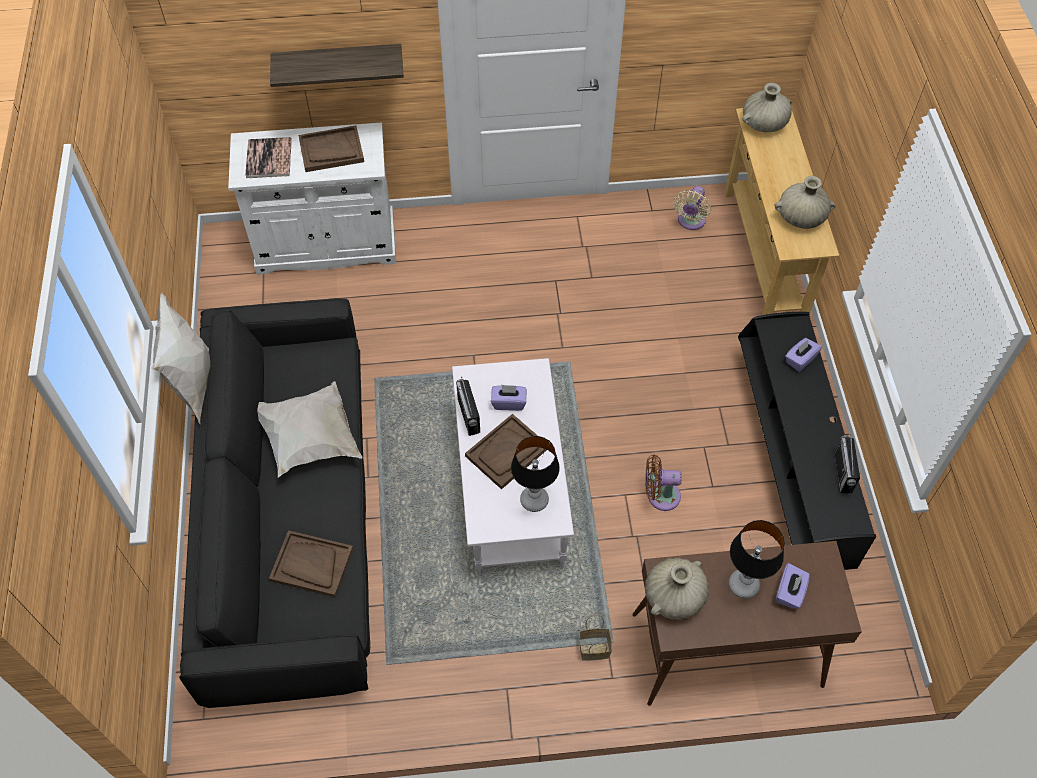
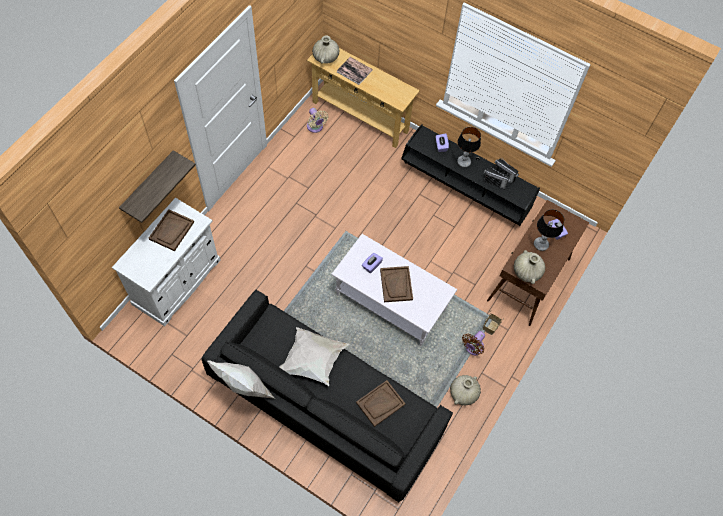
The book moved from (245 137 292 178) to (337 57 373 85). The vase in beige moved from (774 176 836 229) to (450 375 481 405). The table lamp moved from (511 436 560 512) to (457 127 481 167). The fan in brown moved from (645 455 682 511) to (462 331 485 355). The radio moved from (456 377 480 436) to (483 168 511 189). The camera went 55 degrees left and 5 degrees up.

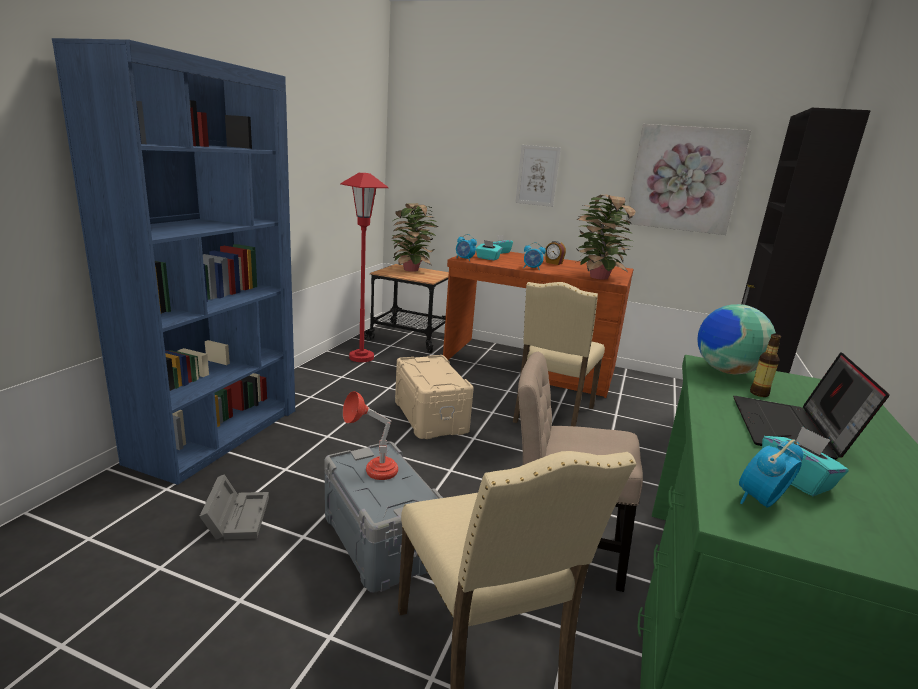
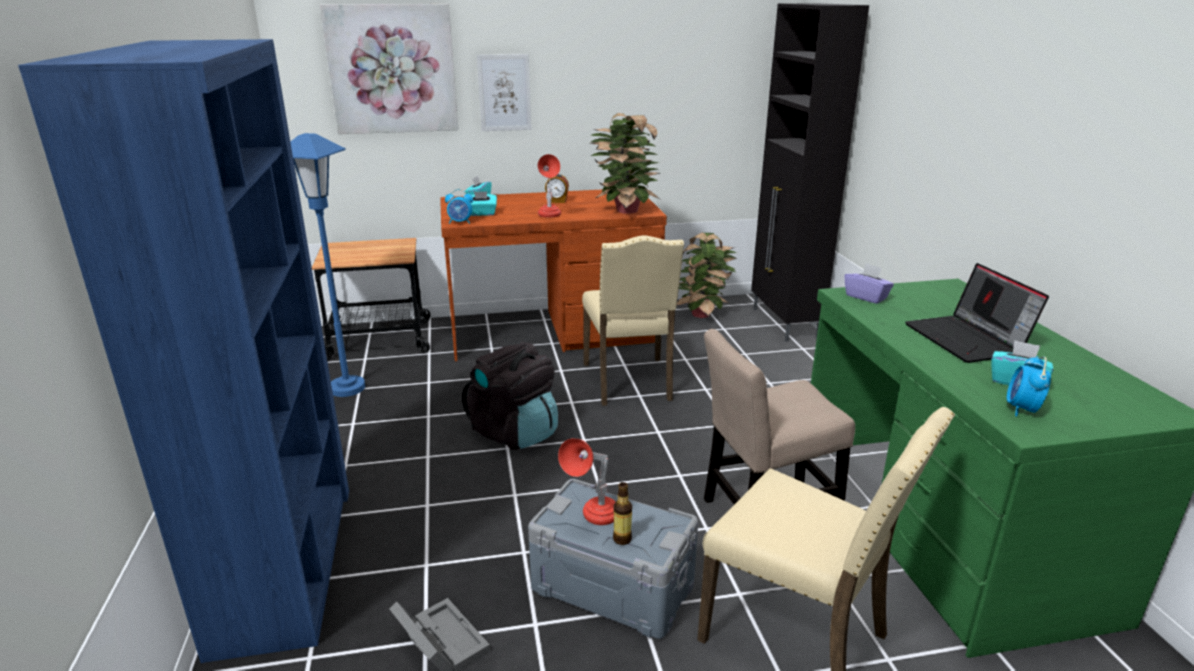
The floor lamp in red at (340 173 389 362) became the floor lamp in blue at (291 133 365 397). The picture moved from (626 124 751 235) to (320 4 458 134). The storage box in beige at (395 355 474 439) was replaced by the backpack in black at (462 342 558 450). The alarm clock at (523 242 546 270) was replaced by the table lamp in red at (538 154 561 218). The bottle moved from (750 334 781 397) to (613 482 632 545). The potted plant moved from (392 203 439 272) to (677 233 737 318). The globe at (697 304 776 374) was replaced by the tissue box in purple at (844 264 894 304). The camera went 30 degrees left and 5 degrees up.

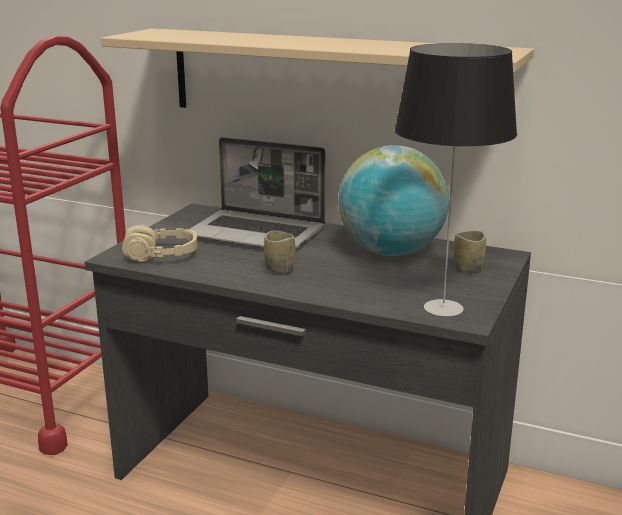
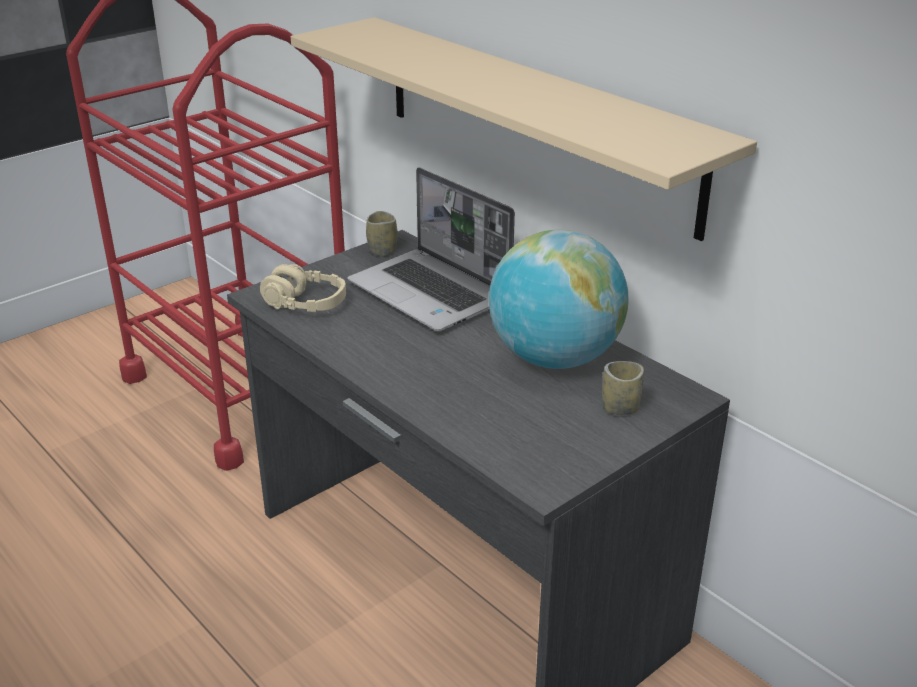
The cup moved from (264 231 296 275) to (366 211 398 257). The table lamp at (395 43 517 316) disappeared. The camera went 25 degrees right and 10 degrees up.

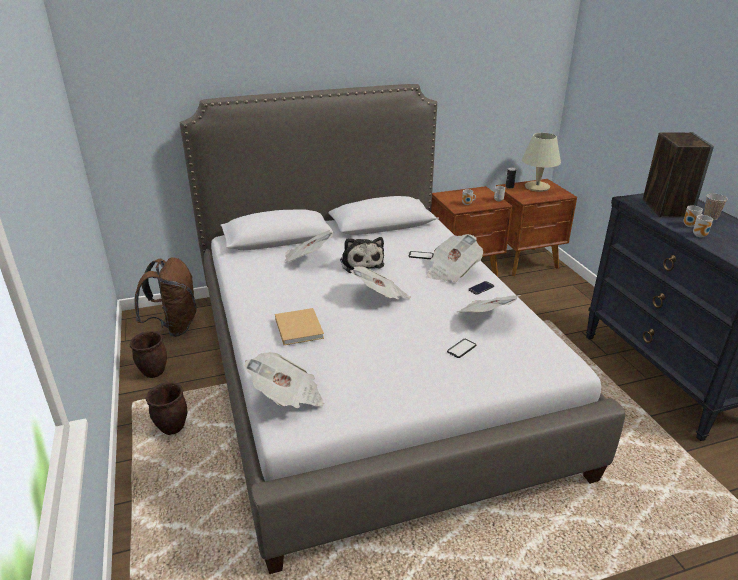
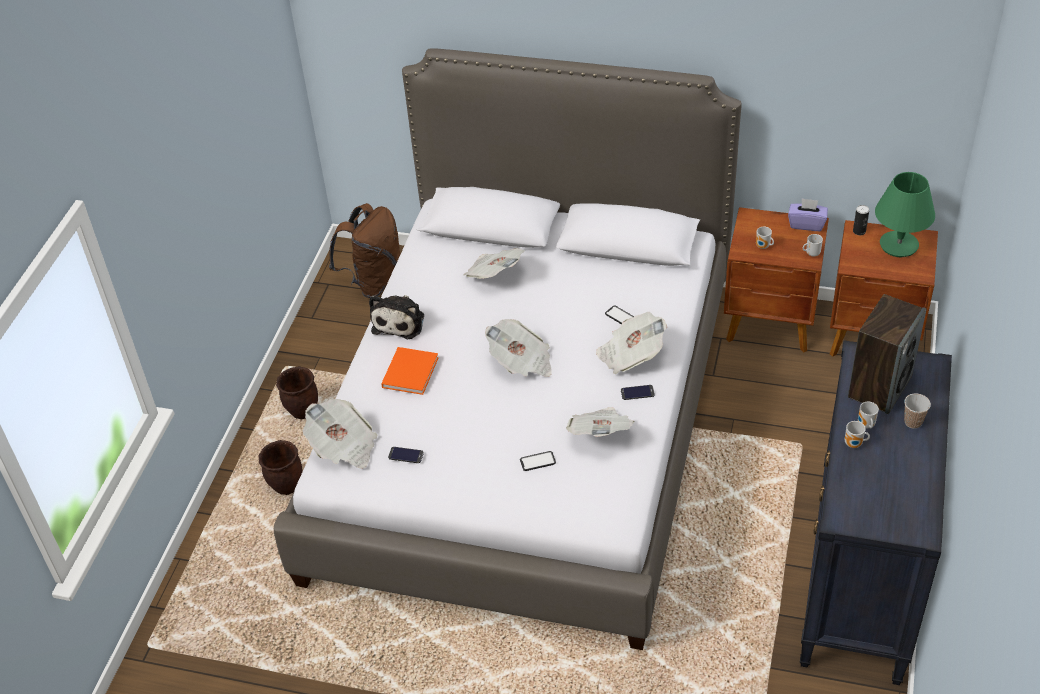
The planter in brown moved from (130 331 167 378) to (259 440 303 495). The plush toy moved from (340 237 384 273) to (369 295 424 339). The book in beige at (275 308 324 345) became the book in orange at (381 347 439 395). The phone at (388 447 424 463) appeared. The tissue box in purple at (788 198 828 231) appeared. The table lamp in beige at (522 133 561 192) became the table lamp in green at (875 172 935 257). The camera went 35 degrees right and 15 degrees up.

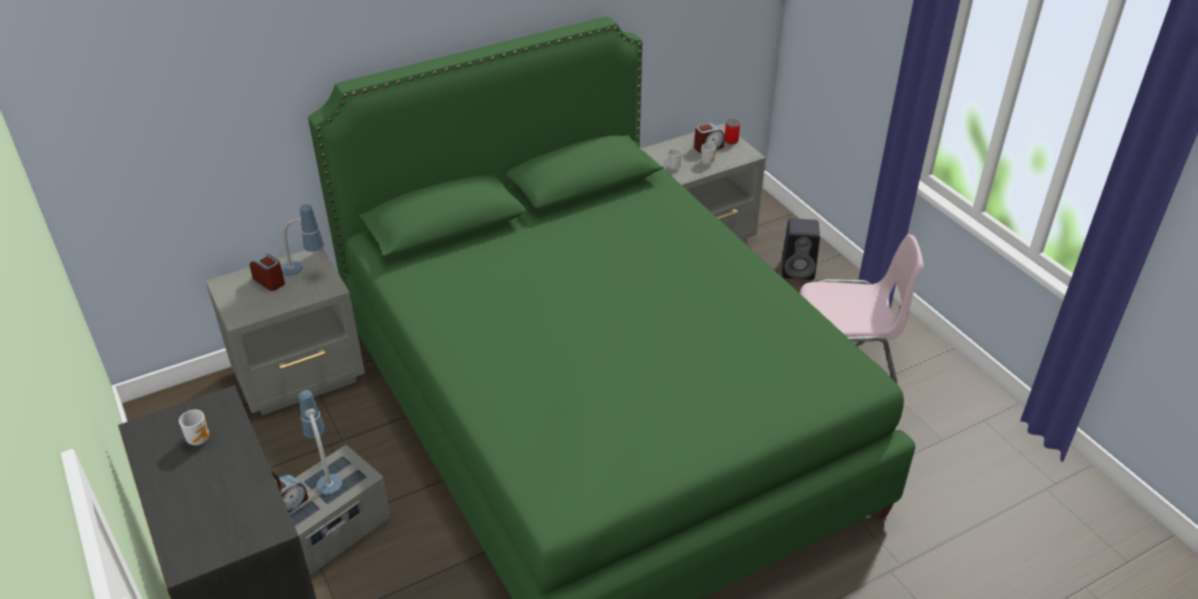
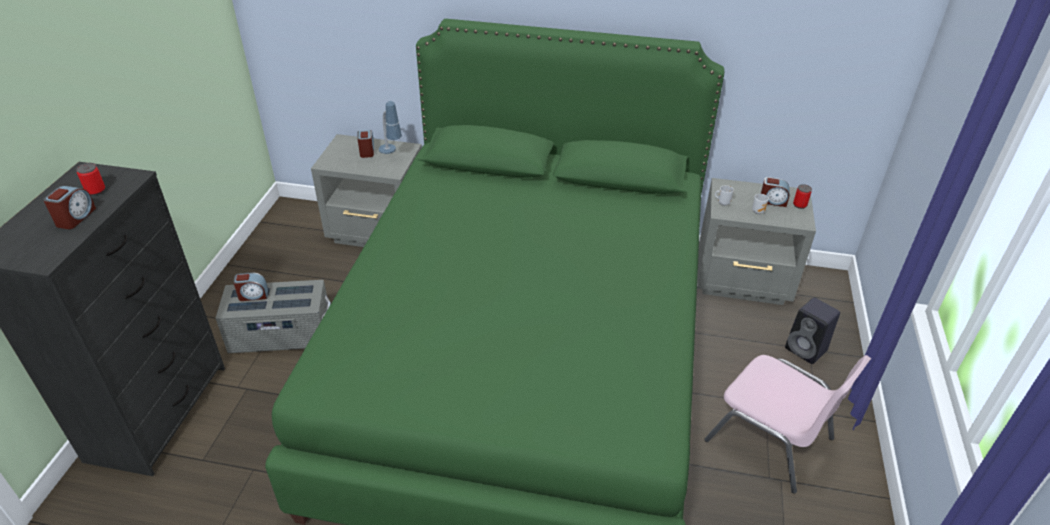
The alarm clock at (43 186 96 229) appeared. The mug at (179 410 209 445) was replaced by the can at (76 163 105 196). The table lamp at (299 390 342 495) disappeared. The camera went 40 degrees right and 0 degrees up.

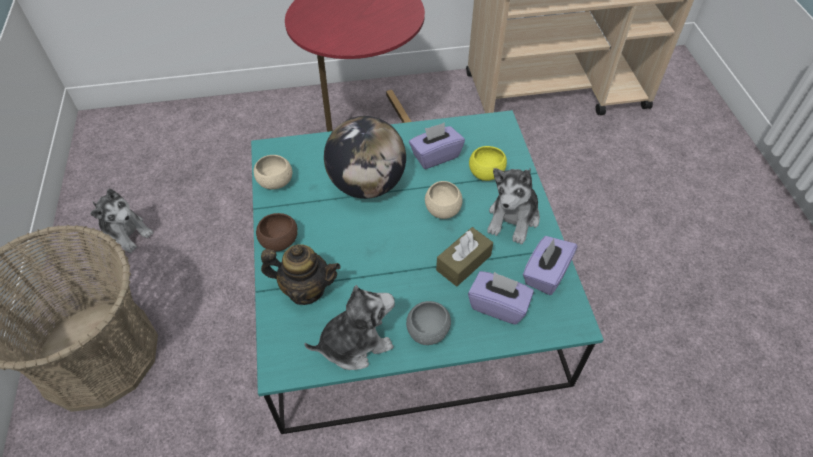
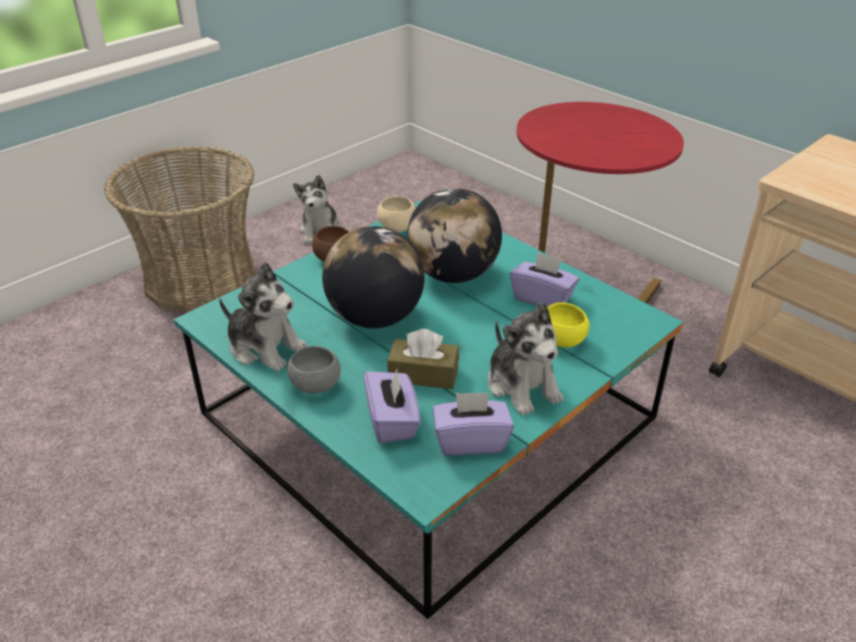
The globe at (322 226 425 328) appeared. The plush toy at (487 168 540 244) turned 105 degrees counterclockwise. The teapot at (261 245 341 305) disappeared. The bowl in beige at (425 181 463 219) disappeared. The camera went 55 degrees right and 15 degrees down.

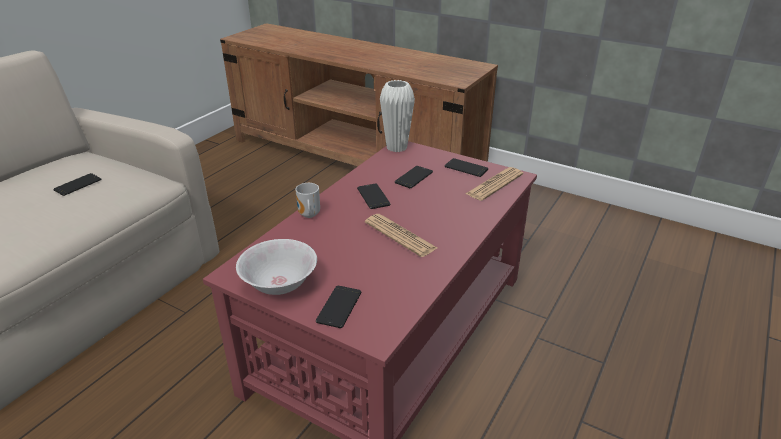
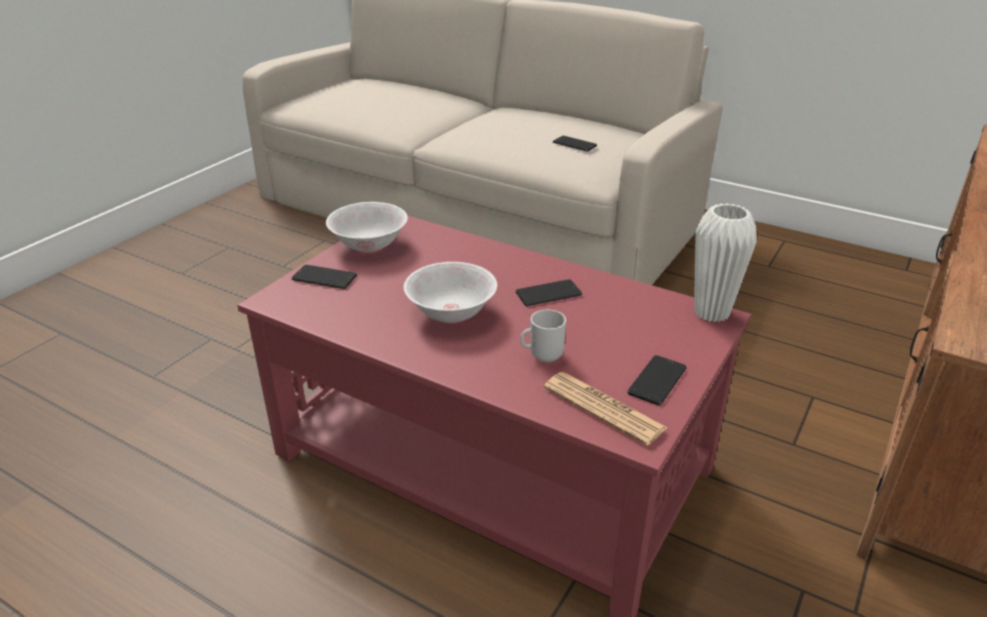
The newspaper at (365 214 437 257) was replaced by the bowl in white at (404 262 497 323). The mug moved from (295 183 320 218) to (520 310 566 363). The phone at (395 166 433 188) disappeared. The camera went 90 degrees right and 0 degrees up.

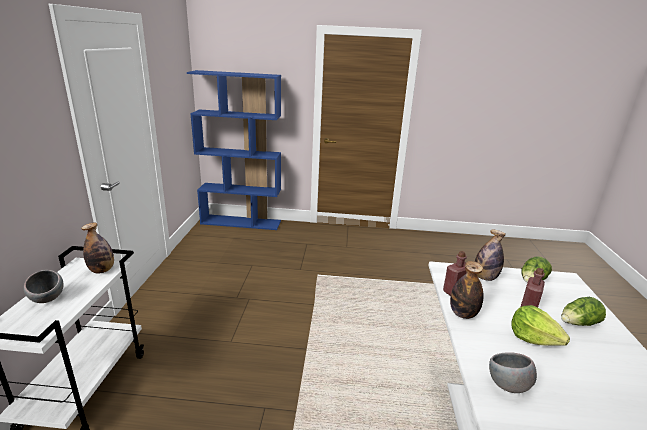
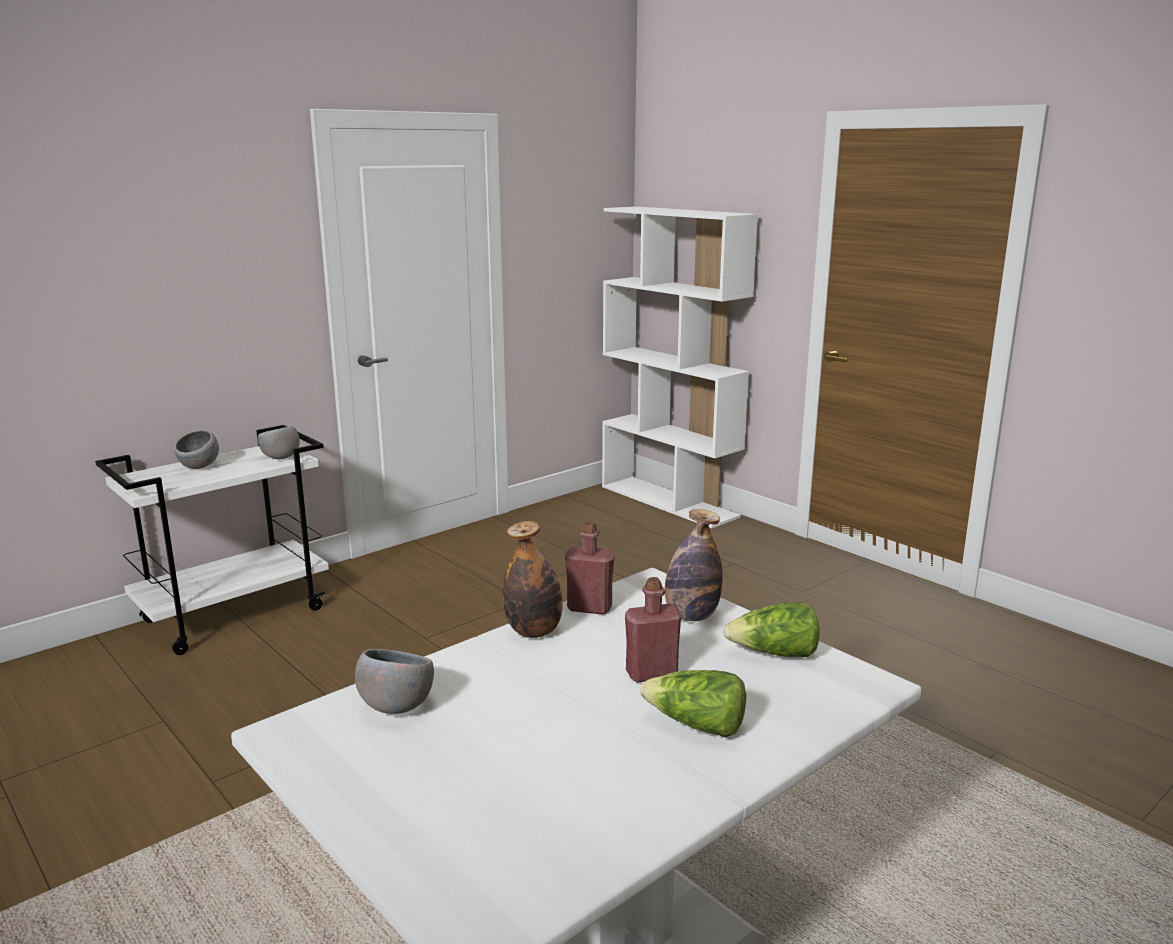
The bottle at (81 223 114 273) was replaced by the bowl in grey at (258 426 300 459). The bookcase in blue at (187 70 281 230) became the bookcase in white at (602 206 758 529). The lettuce at (511 305 570 346) disappeared. The camera went 45 degrees right and 5 degrees down.

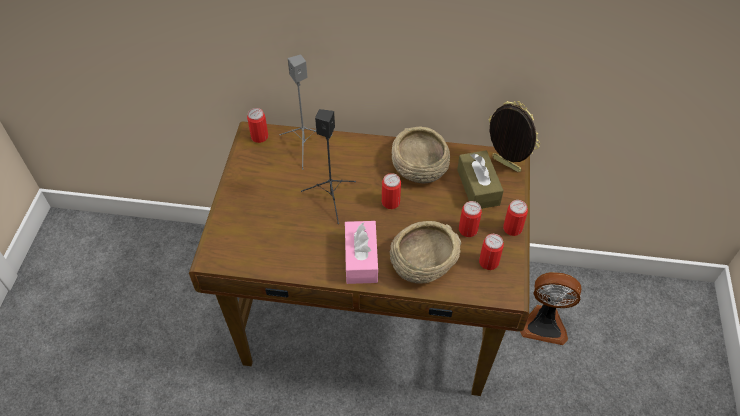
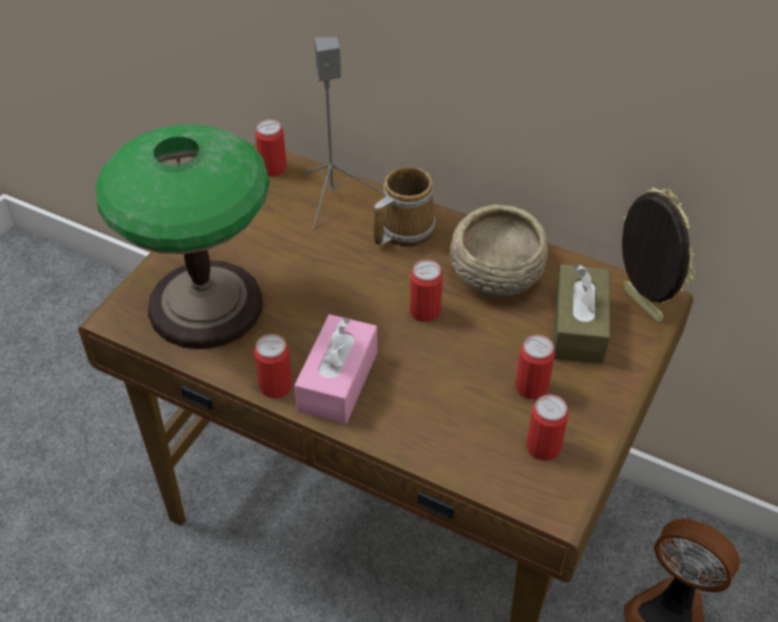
The table lamp at (95 124 270 349) appeared. The can moved from (503 200 528 236) to (254 334 293 398). The mug at (373 166 436 247) appeared. The speaker in black at (301 109 356 224) disappeared. The bowl in beige at (390 221 461 284) disappeared. The camera went 20 degrees right and 5 degrees down.

